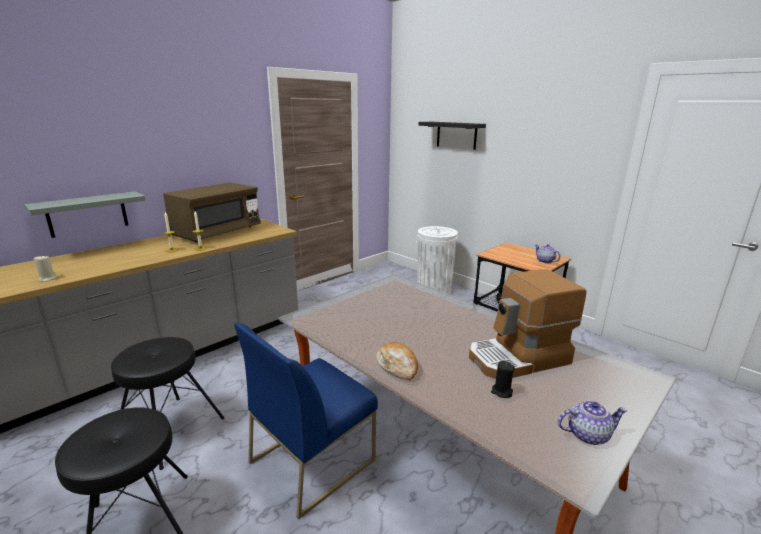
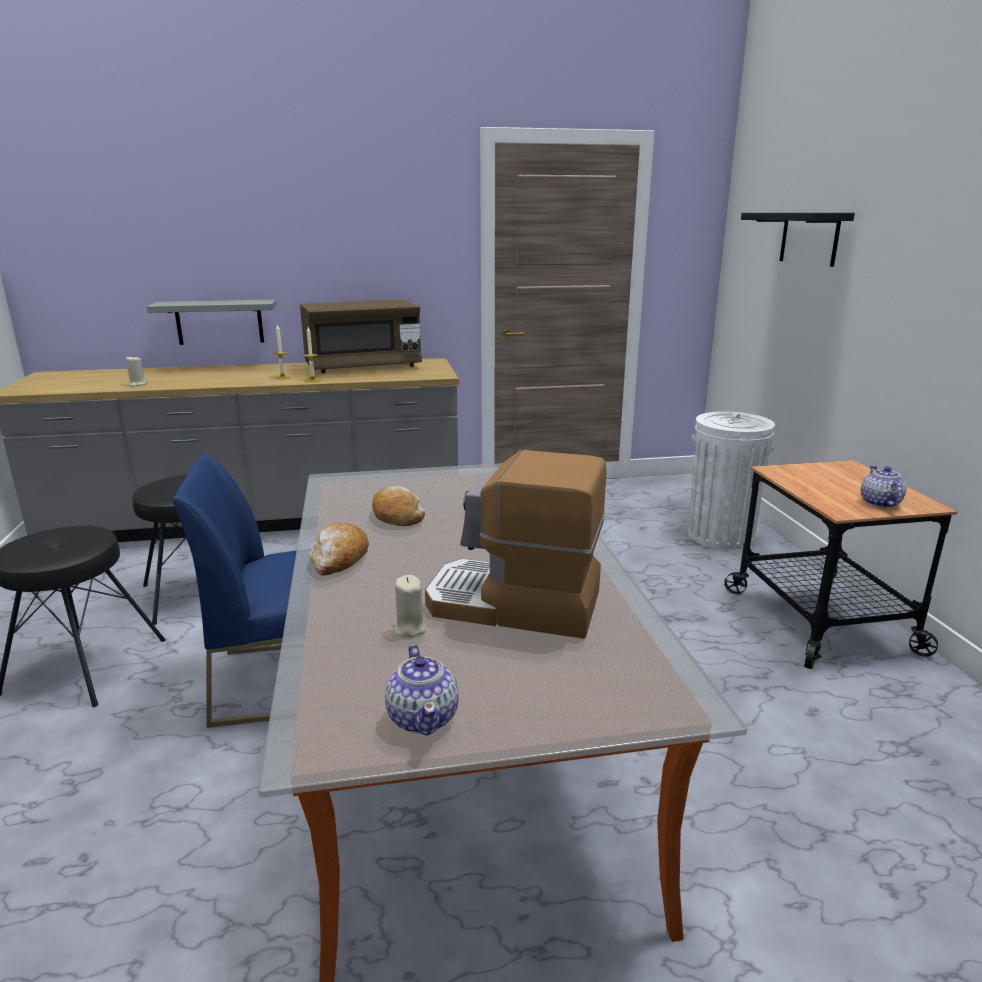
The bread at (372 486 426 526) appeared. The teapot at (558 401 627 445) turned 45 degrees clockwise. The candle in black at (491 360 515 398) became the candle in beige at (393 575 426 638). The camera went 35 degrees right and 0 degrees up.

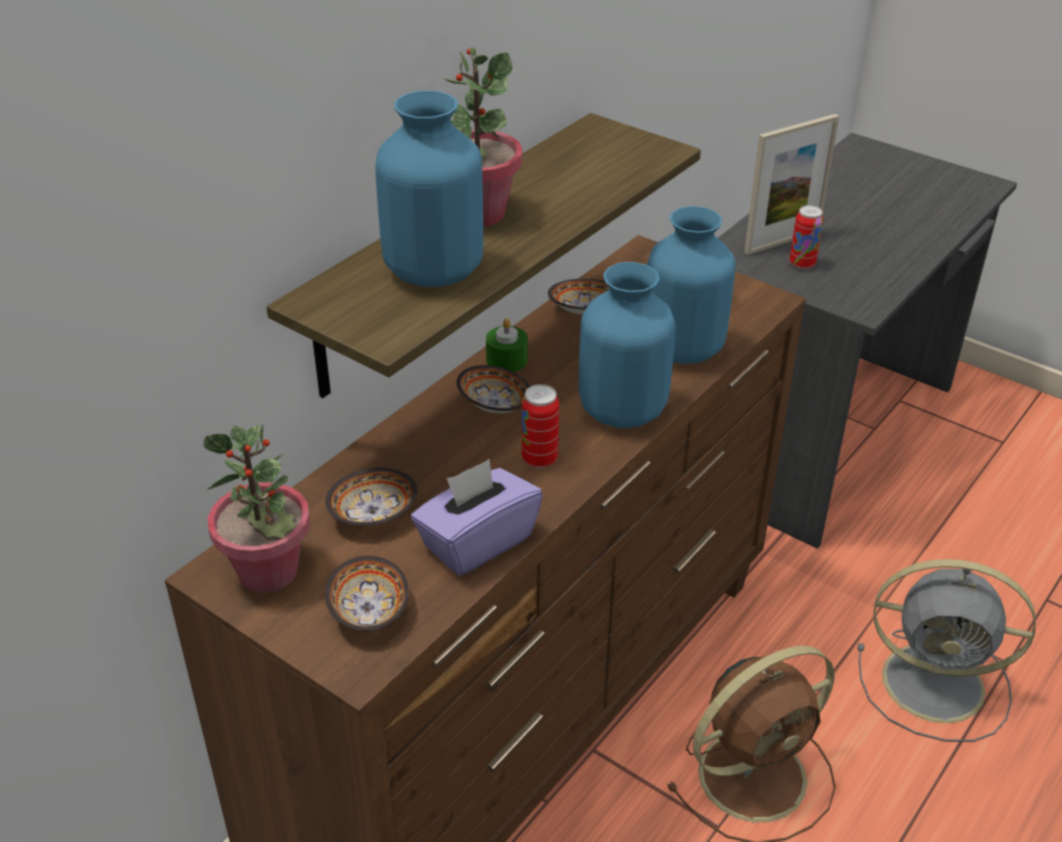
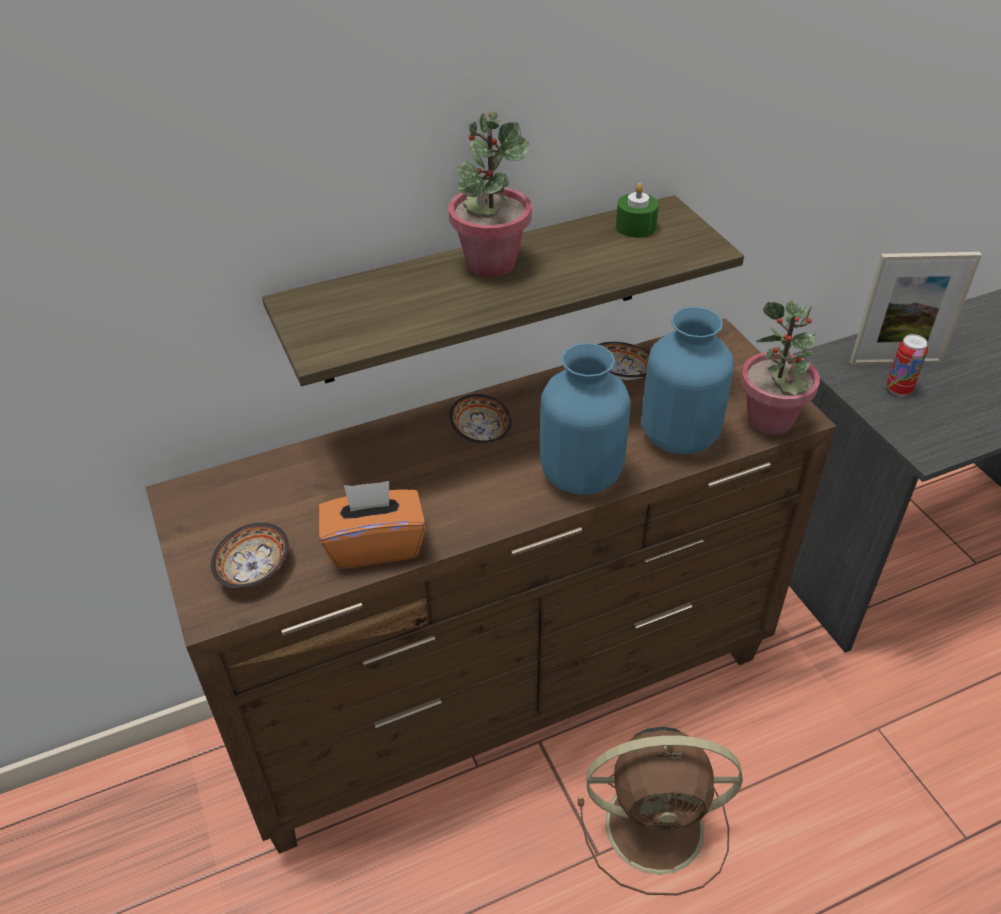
The tissue box in purple at (411 459 543 576) became the tissue box in orange at (319 481 426 569). The candle in green moved from (486 318 528 372) to (616 183 659 238). The potted plant moved from (204 424 310 593) to (741 300 820 435). The bowl at (325 468 418 526) disappeared. The vase in blue at (375 91 483 287) disappeared. The can at (522 384 559 468) disappeared. The fan in grey at (858 559 1036 742) disappeared. The camera went 30 degrees right and 5 degrees up.

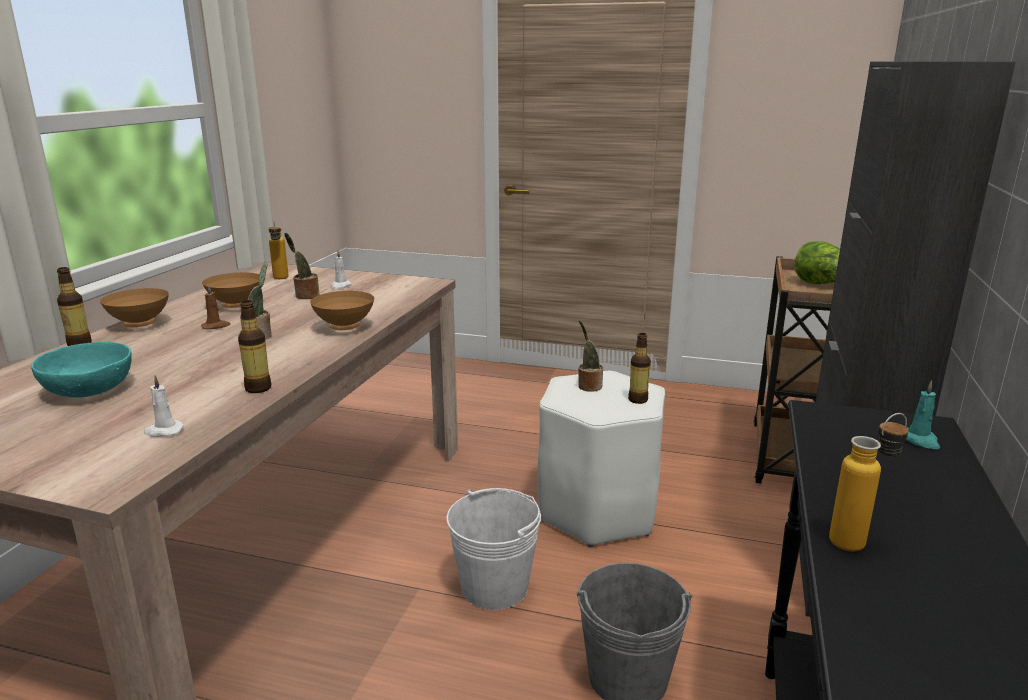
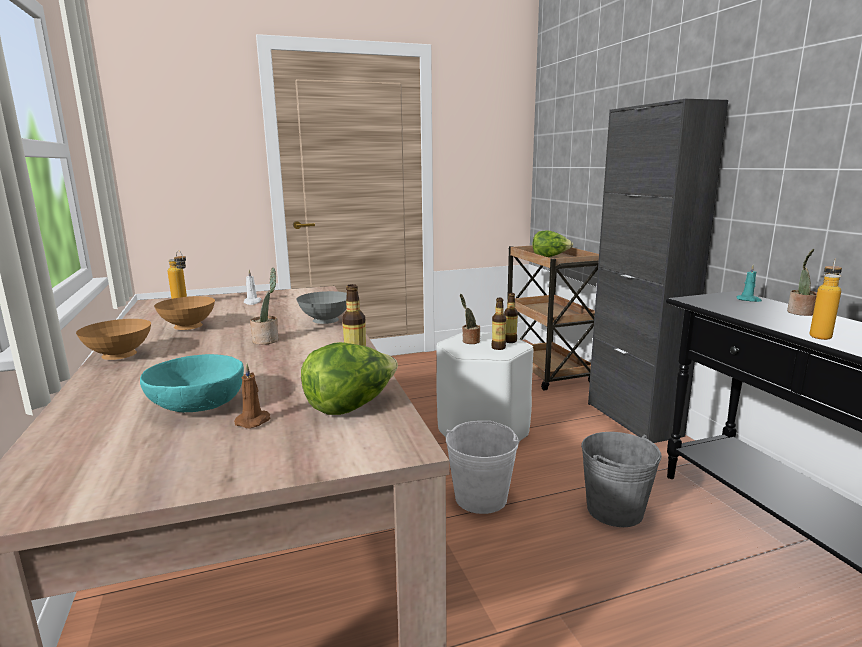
The candle in brown moved from (201 284 230 329) to (234 364 270 428). The bowl in brown at (310 291 374 330) became the bowl in grey at (297 291 347 324). The candle in white at (144 375 184 437) was replaced by the lettuce at (301 342 398 415). The bottle moved from (57 267 92 346) to (491 298 506 350). The potted plant moved from (285 233 320 299) to (787 249 817 316). The camera went 35 degrees left and 5 degrees down.

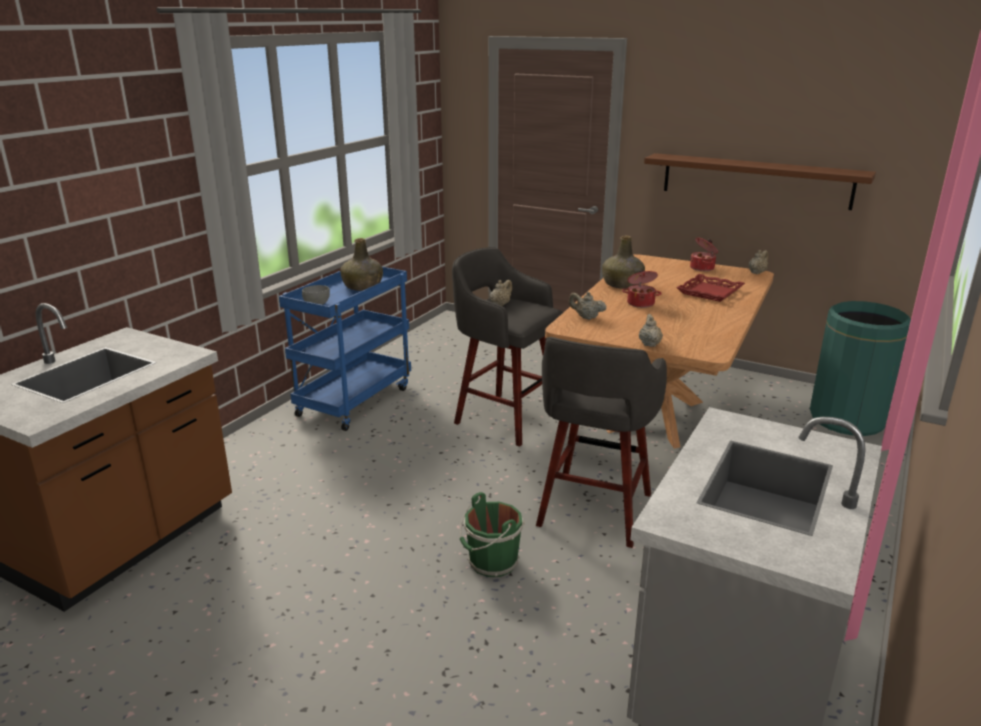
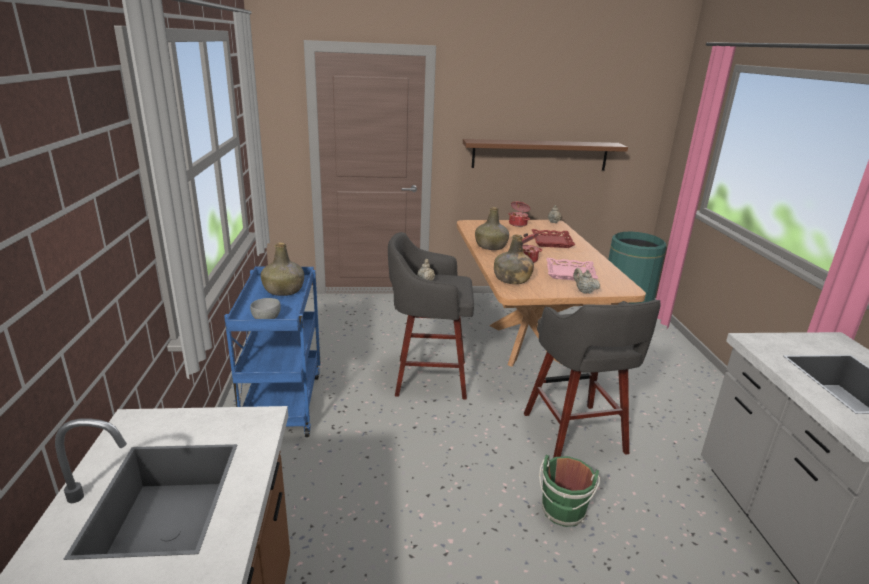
The teapot in beige at (569 292 606 320) was replaced by the bottle in green at (494 234 534 284). The tray in pink at (546 258 598 280) appeared. The camera went 35 degrees left and 0 degrees up.

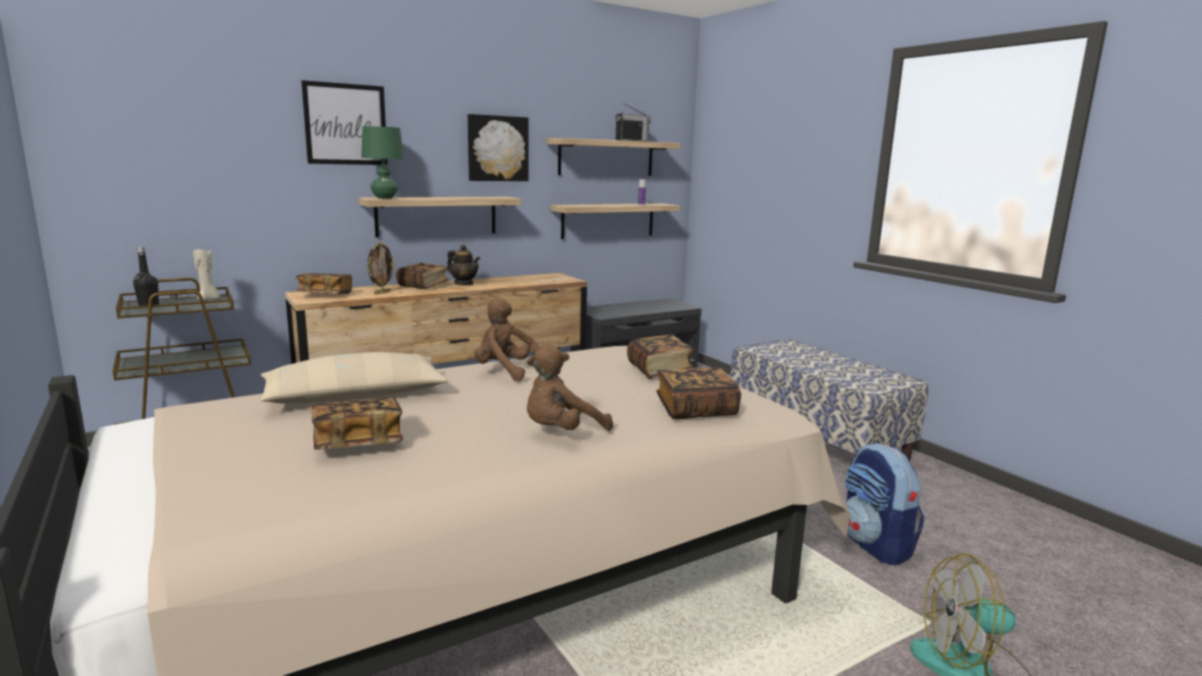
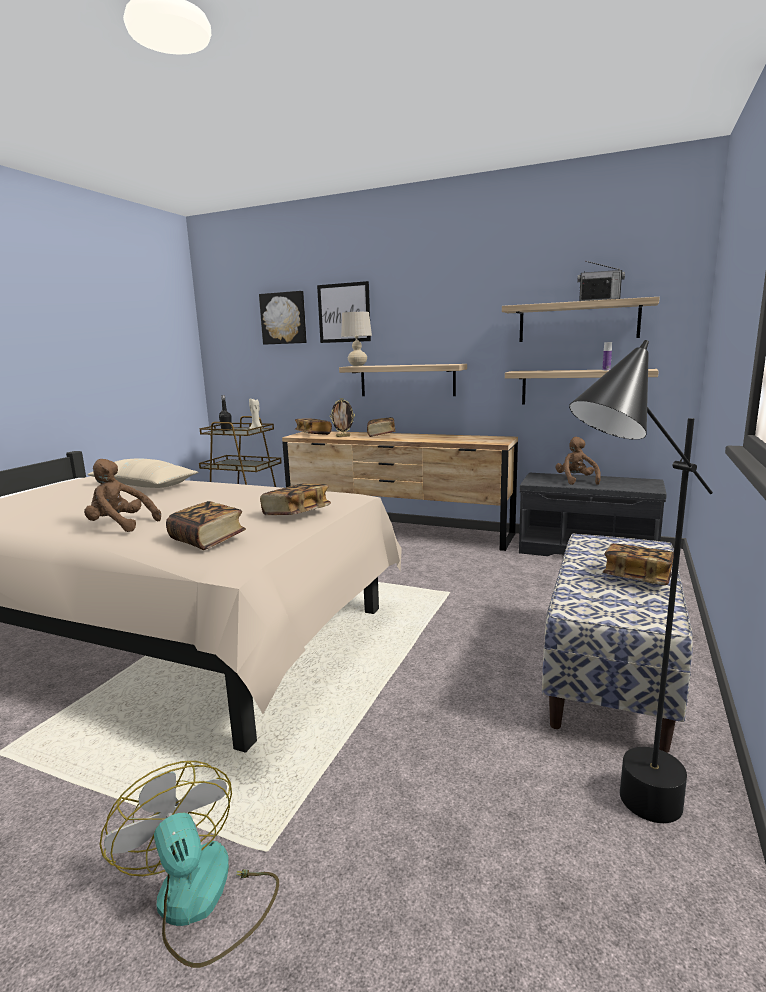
The picture moved from (468 114 529 181) to (259 291 307 345). The table lamp in green at (361 126 404 199) became the table lamp in beige at (341 312 372 367). The plush toy in brown moved from (475 298 540 381) to (556 437 601 485). The floor lamp in black at (569 340 713 823) appeared. The book moved from (310 397 403 450) to (603 543 674 585). The teapot at (447 245 480 285) disappeared. The backpack at (845 443 925 566) disappeared. The camera went 55 degrees right and 0 degrees up.

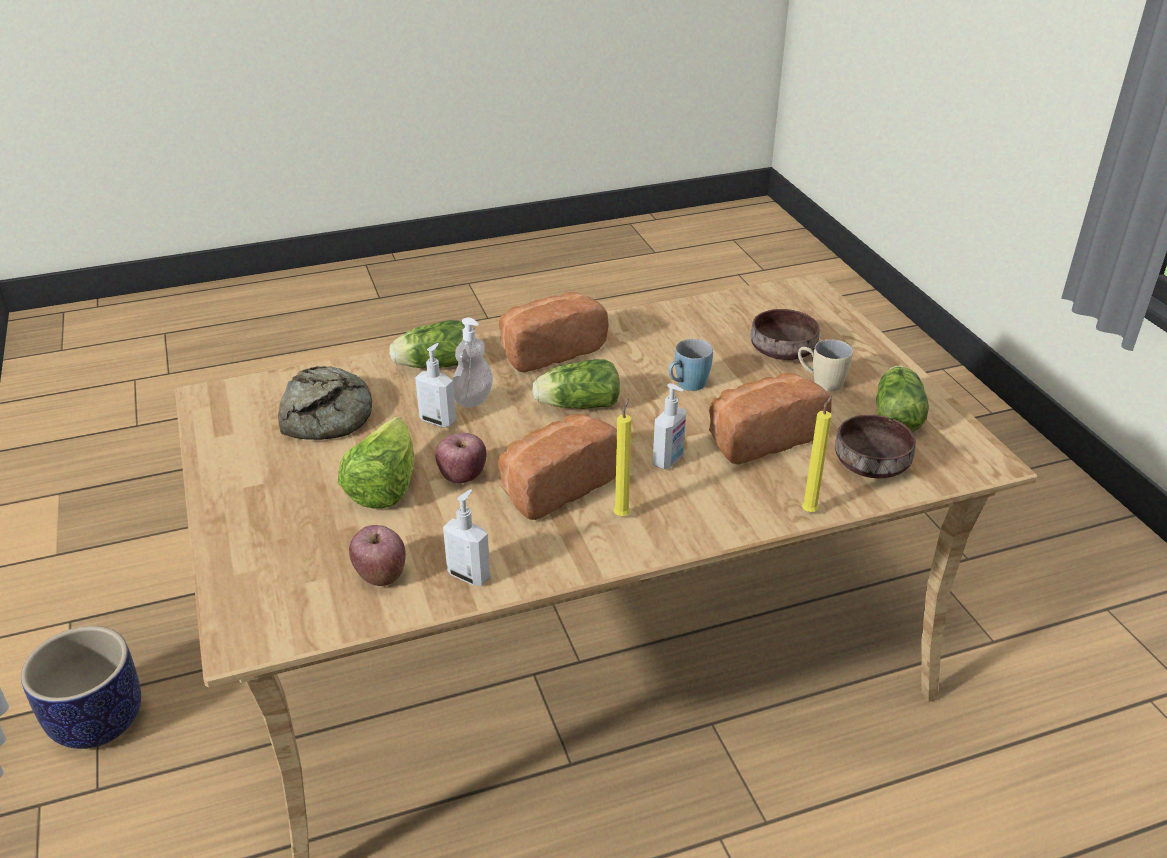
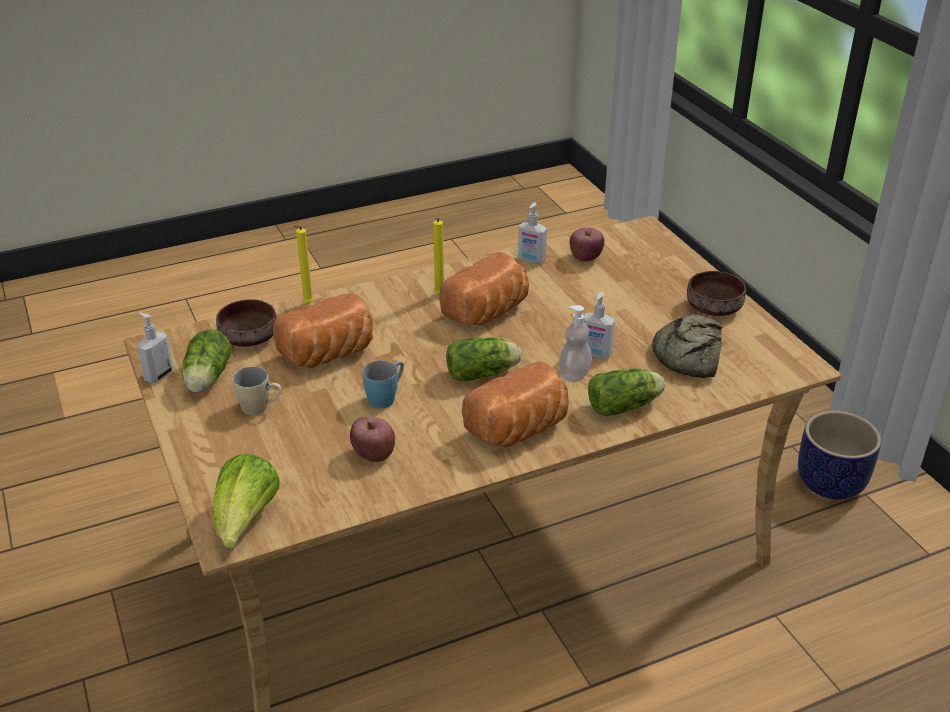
The soap dispenser moved from (653 383 686 469) to (137 312 174 383). The lettuce moved from (338 417 414 509) to (213 453 279 548). The apple moved from (435 433 486 483) to (350 416 395 462). The bowl in brown moved from (751 309 819 360) to (687 271 746 316). The camera went 175 degrees right and 0 degrees up.

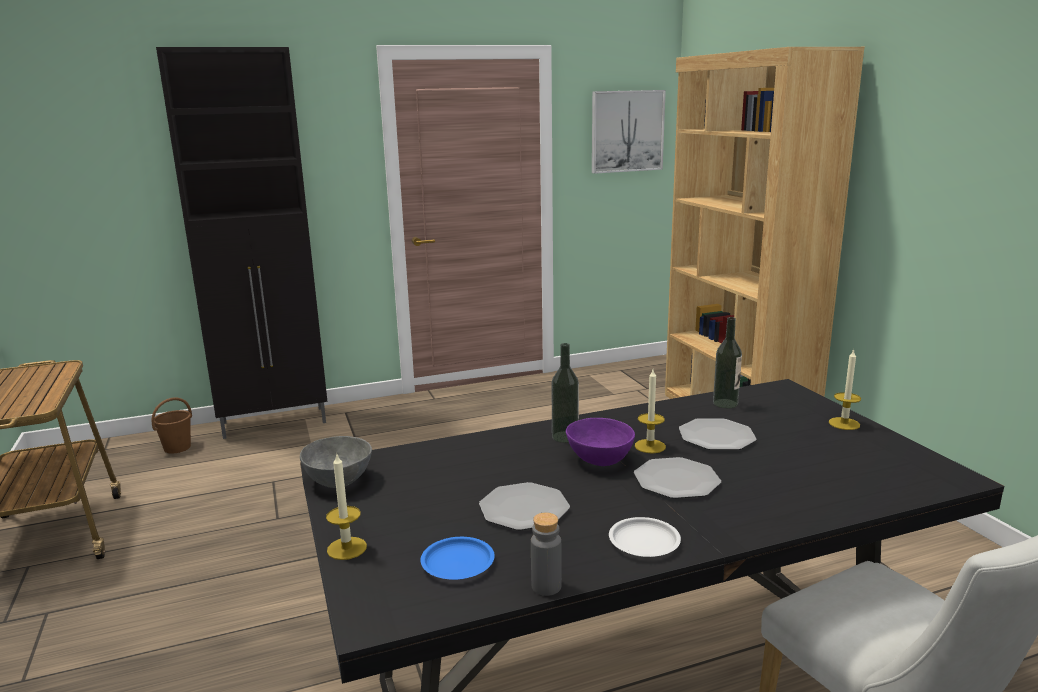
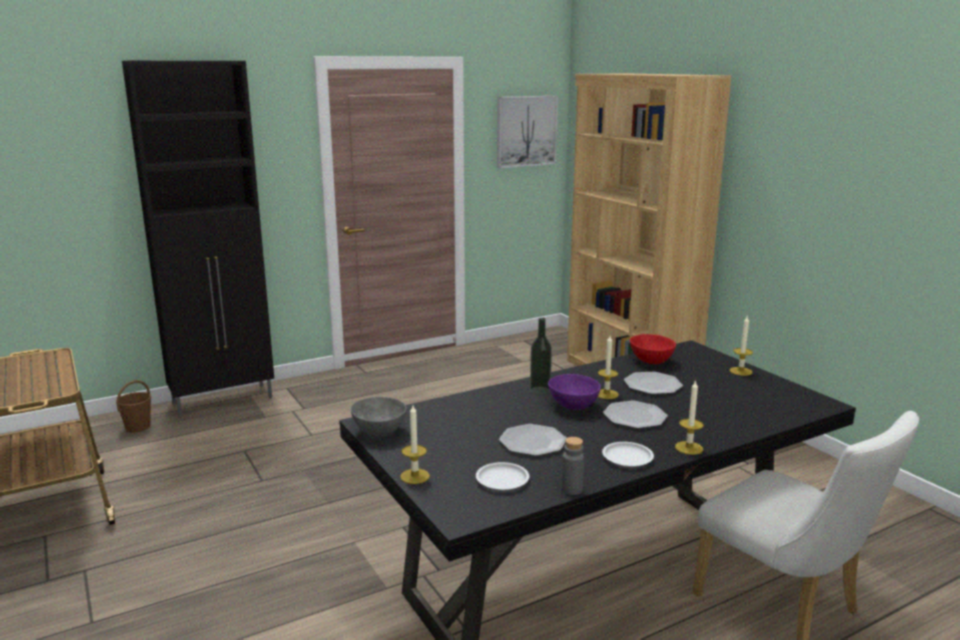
The plate in blue at (420 537 495 580) became the plate in white at (476 462 529 490). The bottle at (713 317 742 408) was replaced by the bowl in red at (630 334 676 364). The candle at (675 380 703 455) appeared. The camera went 10 degrees left and 0 degrees up.

